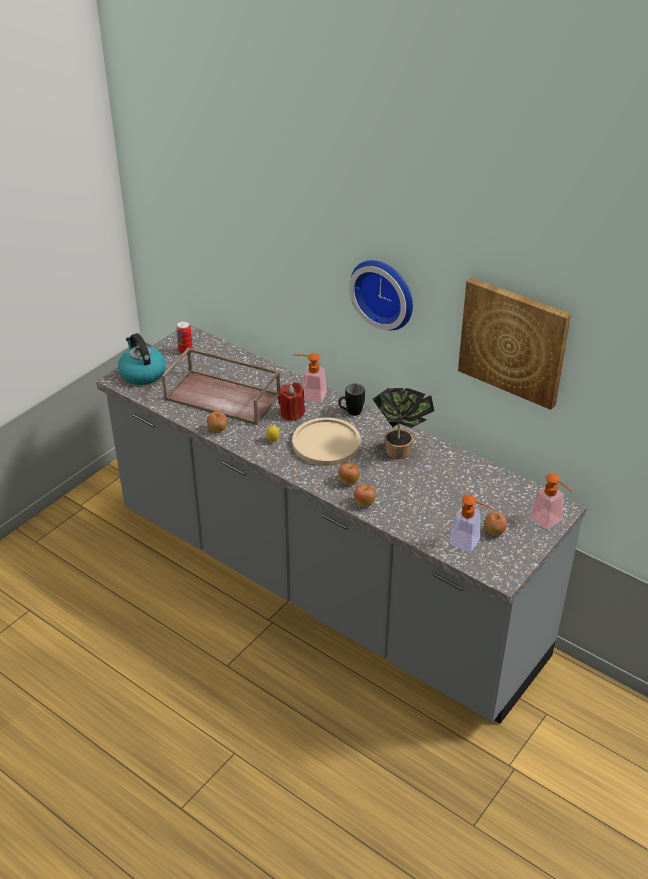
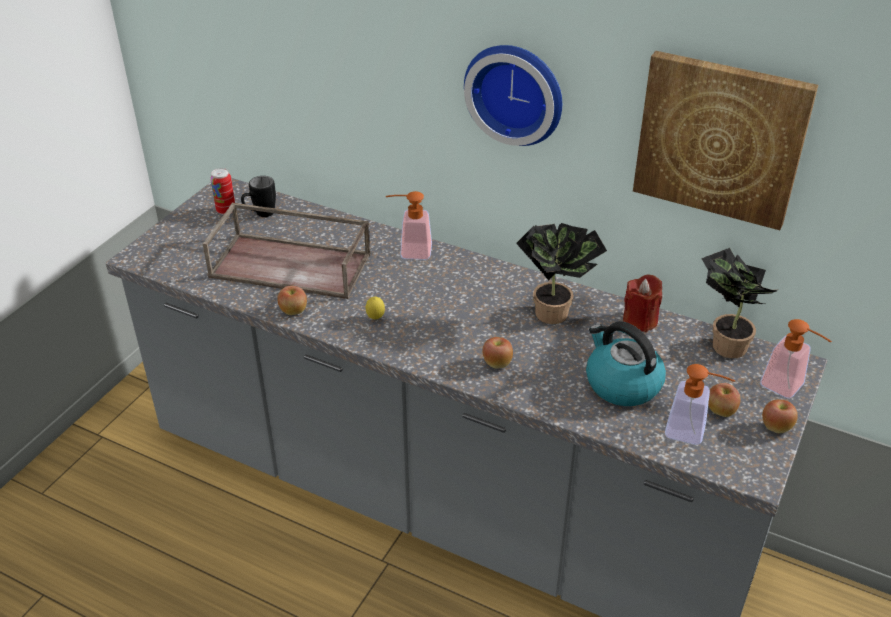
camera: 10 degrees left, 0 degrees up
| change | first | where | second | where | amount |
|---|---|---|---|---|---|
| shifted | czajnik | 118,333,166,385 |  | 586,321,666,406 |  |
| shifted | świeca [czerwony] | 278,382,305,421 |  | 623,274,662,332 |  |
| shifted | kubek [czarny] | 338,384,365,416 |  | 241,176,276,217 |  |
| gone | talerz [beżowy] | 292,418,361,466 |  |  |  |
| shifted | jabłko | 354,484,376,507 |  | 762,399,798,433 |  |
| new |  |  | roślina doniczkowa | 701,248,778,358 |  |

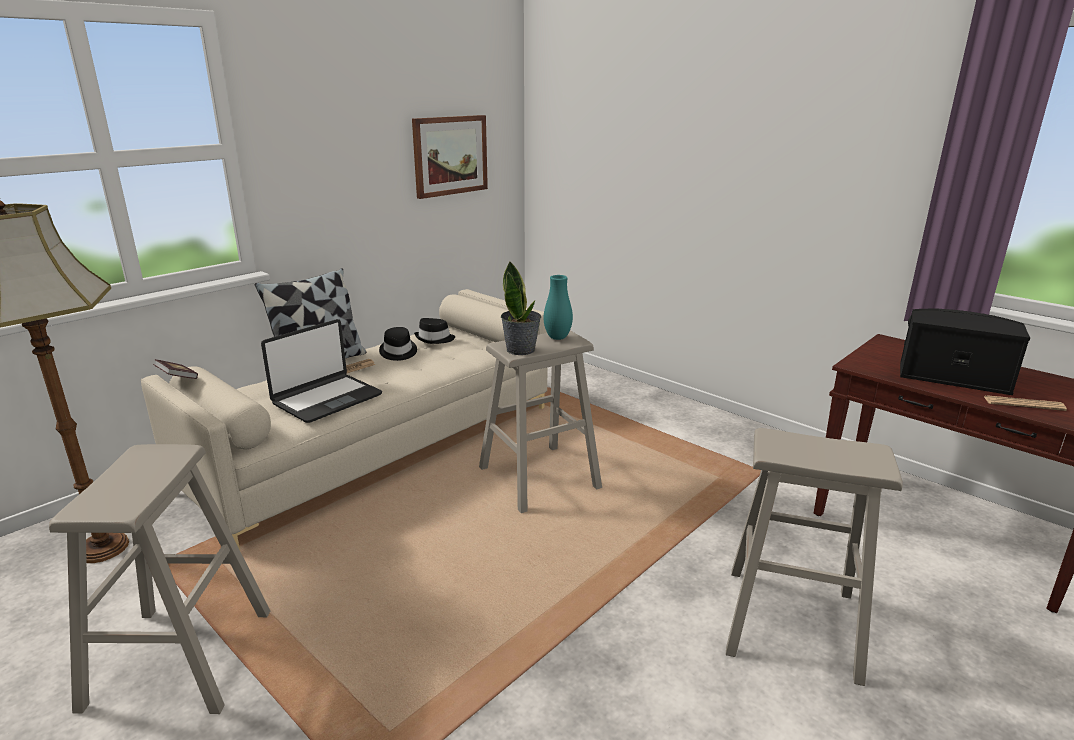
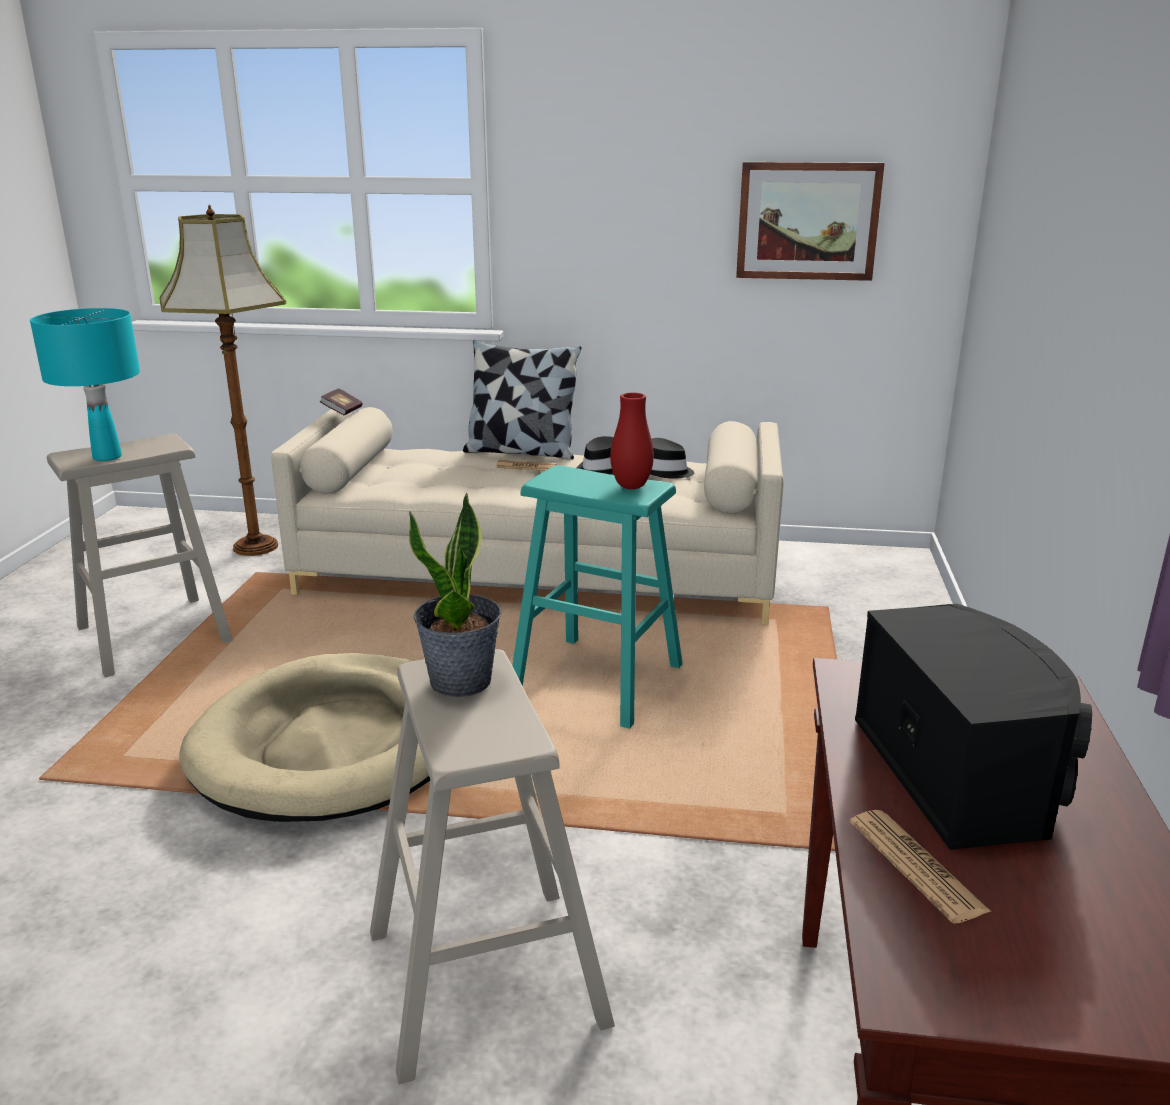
camera: 55 degrees right, 0 degrees up
| change | first | where | second | where | amount |
|---|---|---|---|---|---|
| shifted | roślina doniczkowa | 501,262,541,355 |  | 409,493,502,697 |  |
| repainted | wazon [turkusowy] | 544,275,573,340 | wazon [czerwony] | 610,393,654,489 |  |
| gone | laptop | 261,319,382,423 |  |  |  |
| repainted | stołek [beżowy] | 479,331,602,513 | stołek [turkusowy] | 512,465,683,729 |  |
| new |  |  | lampa stołowa [turkusowy] | 30,308,140,461 |  |
| new |  |  | legowisko [beżowy] | 179,653,430,822 |  |

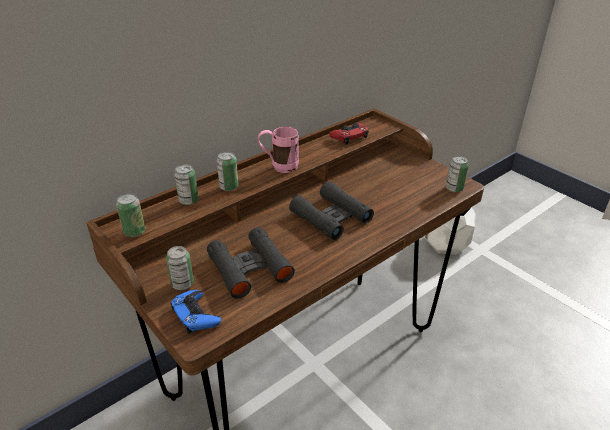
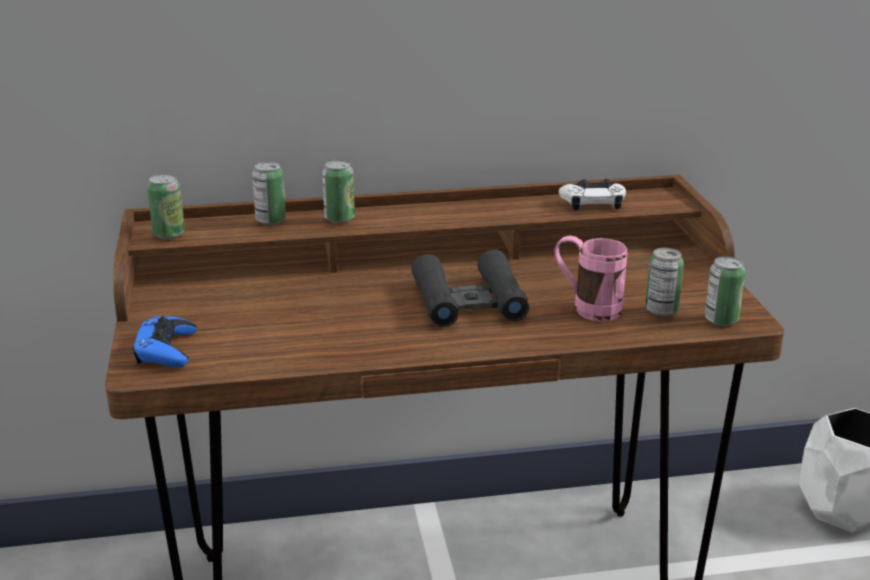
camera: 30 degrees right, 10 degrees down
| change | first | where | second | where | amount |
|---|---|---|---|---|---|
| repainted | pad do gier [czerwony] | 329,122,368,144 | pad do gier [biały] | 559,179,626,210 |  |
| shifted | kubek [różowy] | 258,127,299,173 |  | 554,236,627,322 |  |
| gone | lornetka [czarny] | 207,227,295,299 |  |  |  |
| shifted | puszka | 166,246,194,290 |  | 645,248,684,316 |  |

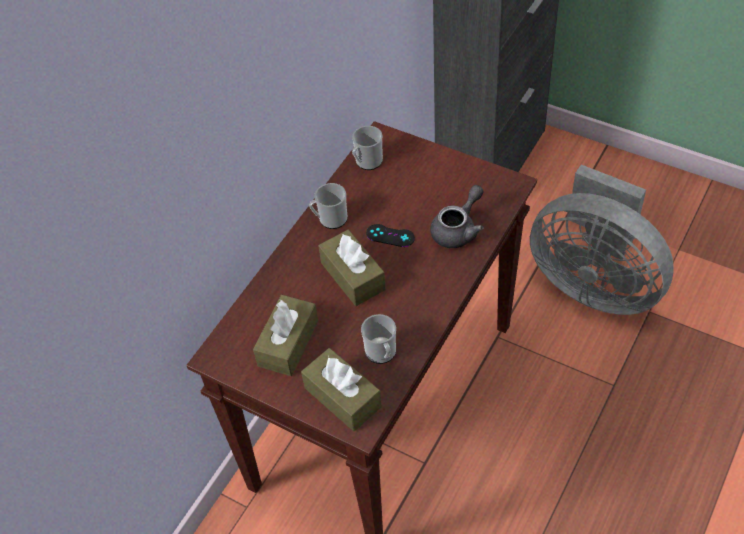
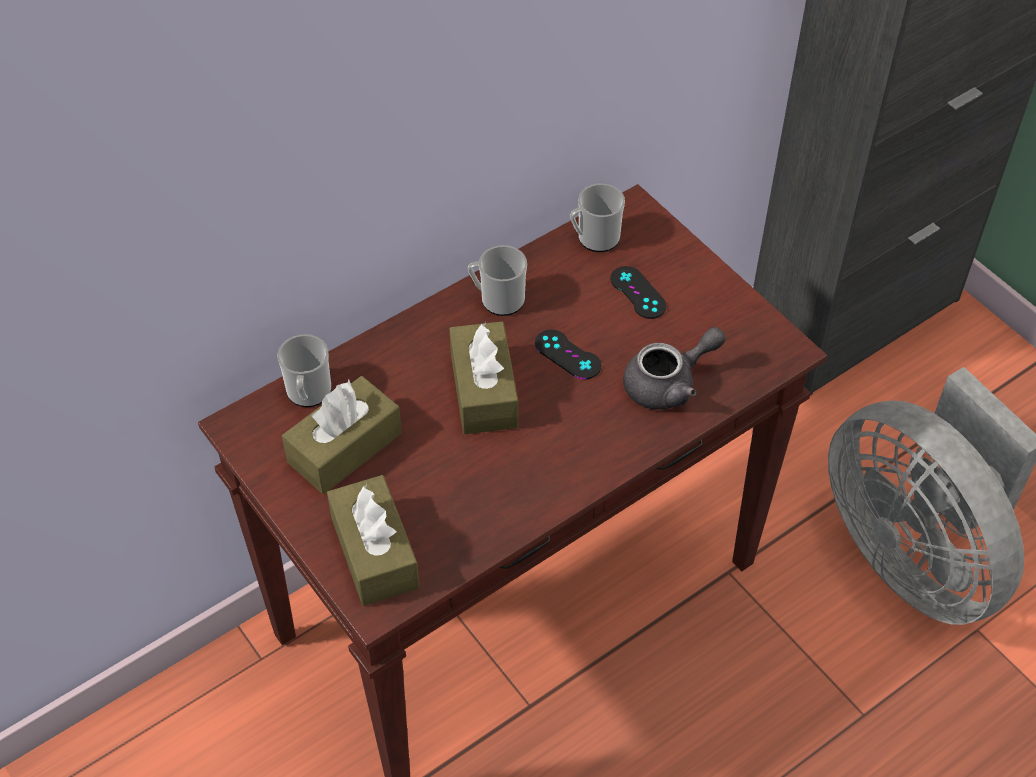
camera: 20 degrees right, 0 degrees up
| change | first | where | second | where | amount |
|---|---|---|---|---|---|
| shifted | kubek | 361,314,396,364 |  | 277,334,332,407 |  |
| new |  |  | pad do gier [czarny] | 610,266,667,319 |  |

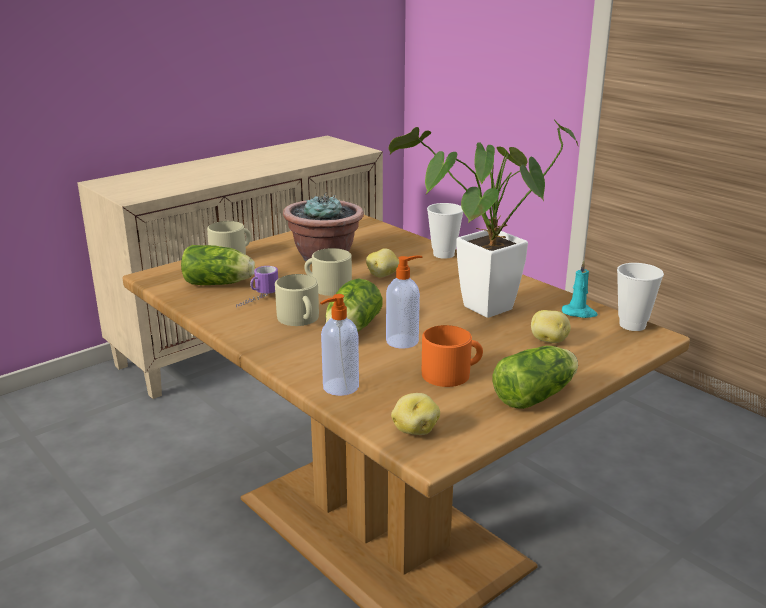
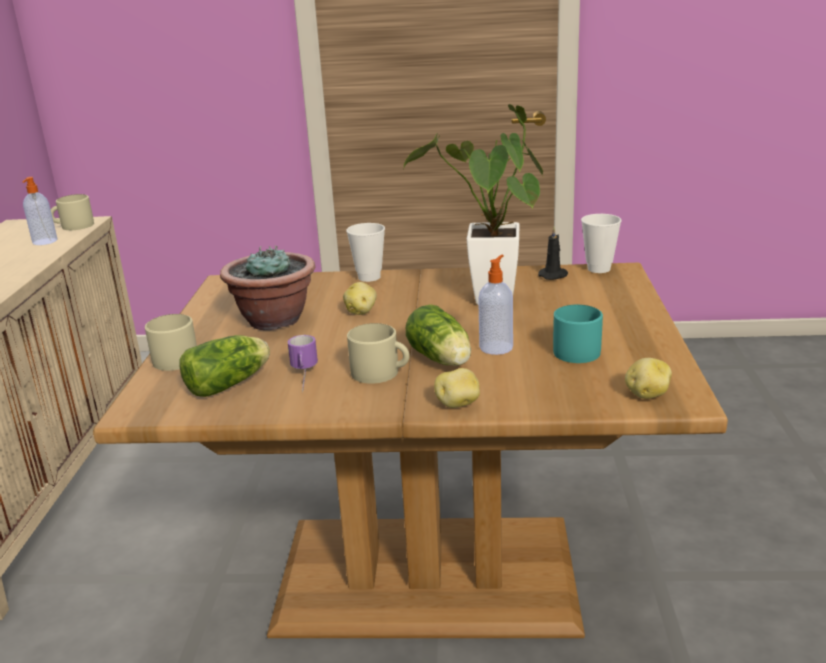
camera: 45 degrees left, 0 degrees up
| change | first | where | second | where | amount |
|---|---|---|---|---|---|
| shifted | kubek [beżowy] | 304,248,352,296 |  | 51,194,94,230 |  |
| repainted | świeca [turkusowy] | 562,260,598,318 | świeca [czarny] | 538,226,568,280 |  |
| shifted | dozownik mydła | 320,294,359,396 |  | 22,177,57,245 |  |
| shifted | ziemniak | 531,310,571,343 |  | 434,368,480,408 |  |
| repainted | kubek [pomarańczowy] | 422,325,483,387 | kubek [turkusowy] | 553,305,603,363 |  |
| gone | sałata | 493,346,578,409 |  |  |  |

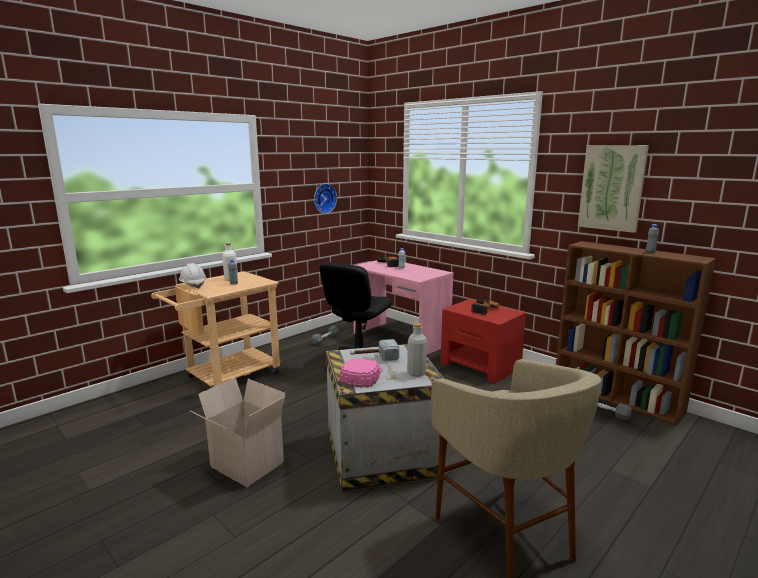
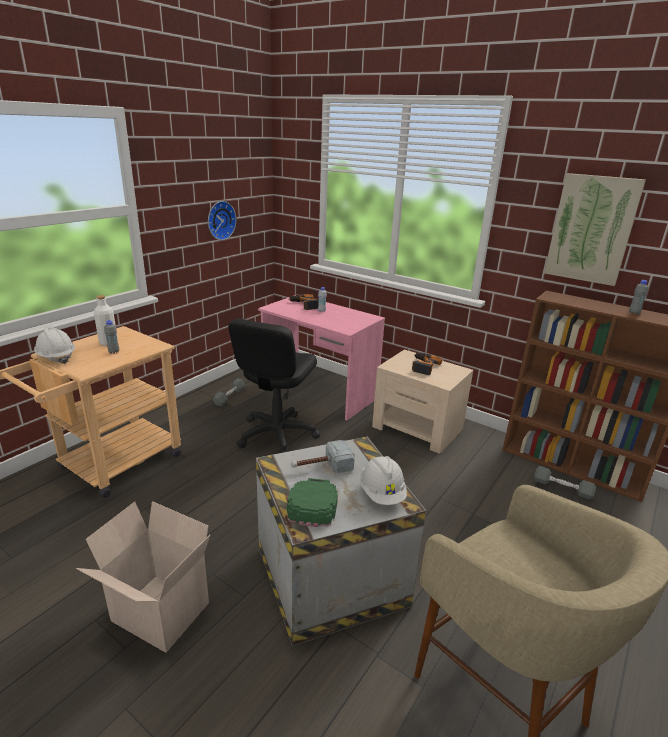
camera: 10 degrees left, 10 degrees up
| change | first | where | second | where | amount |
|---|---|---|---|---|---|
| repainted | szafka nocna [czerwony] | 440,299,526,383 | szafka nocna [beżowy] | 372,349,473,454 |  |
| swapped | butelka [szary] | 407,323,427,377 | kask [biały] | 360,456,407,505 |  |
| repainted | czapka z daszkiem [różowy] | 340,358,382,387 | czapka z daszkiem [zielony] | 287,478,338,527 |  |

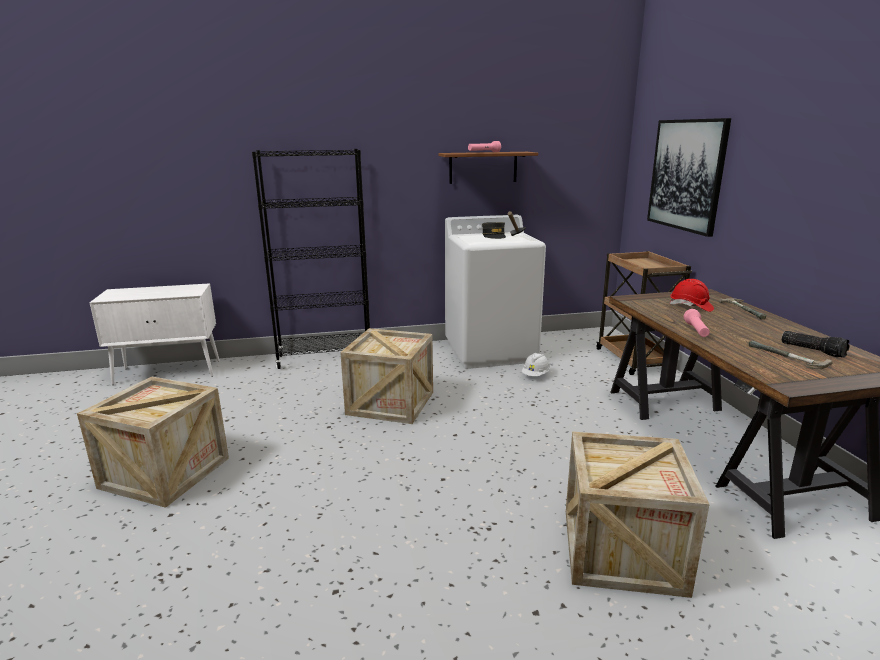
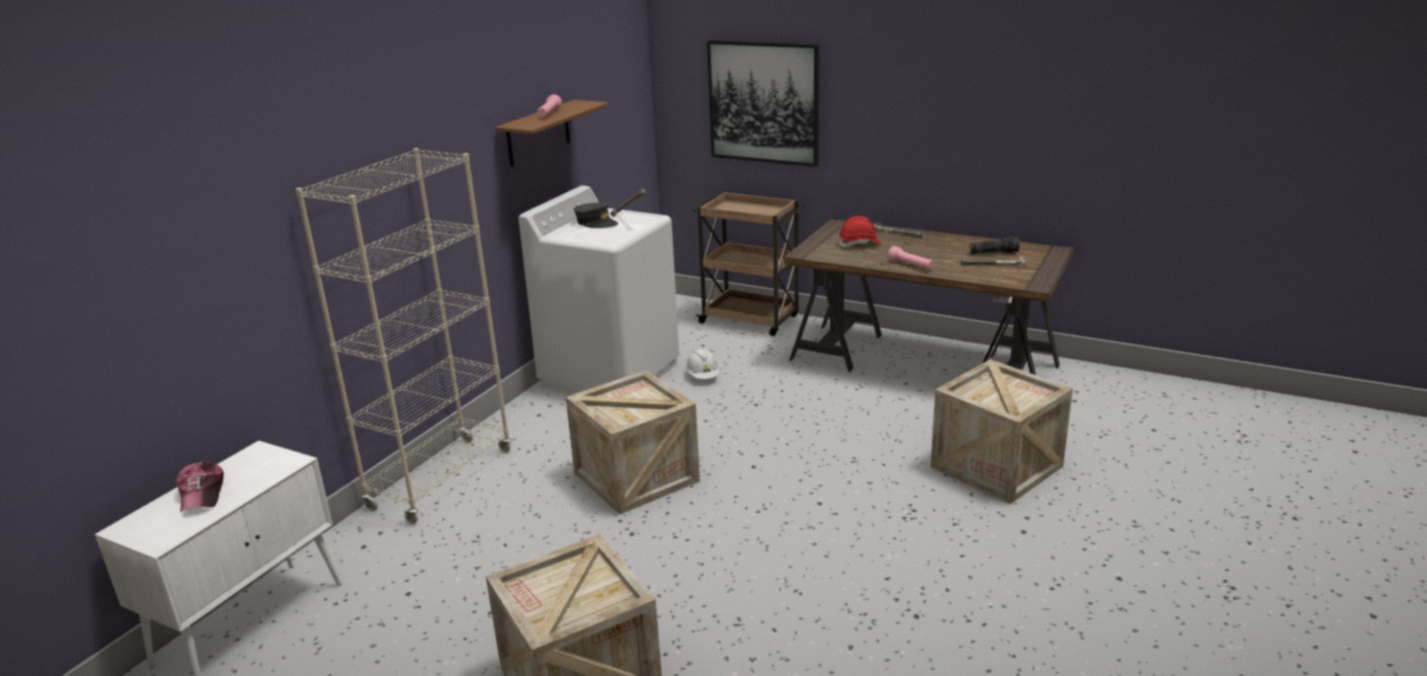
camera: 50 degrees left, 5 degrees up
| change | first | where | second | where | amount |
|---|---|---|---|---|---|
| repainted | regał [czarny] | 252,149,370,369 | regał [beżowy] | 296,148,511,524 |  |
| new |  |  | czapka z daszkiem | 177,461,224,512 |  |

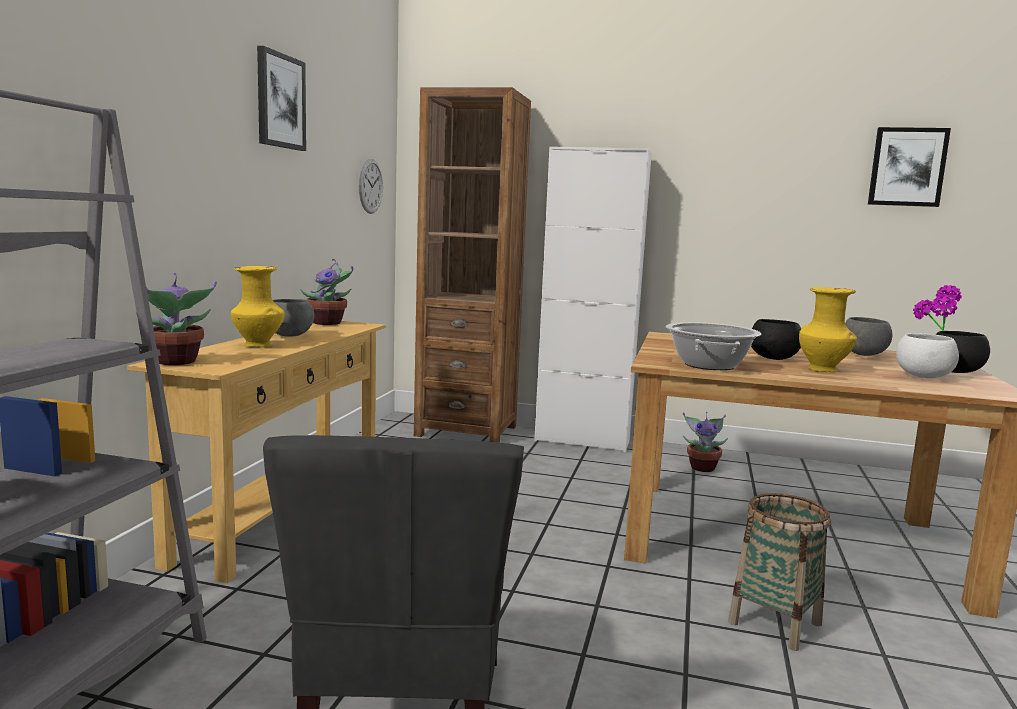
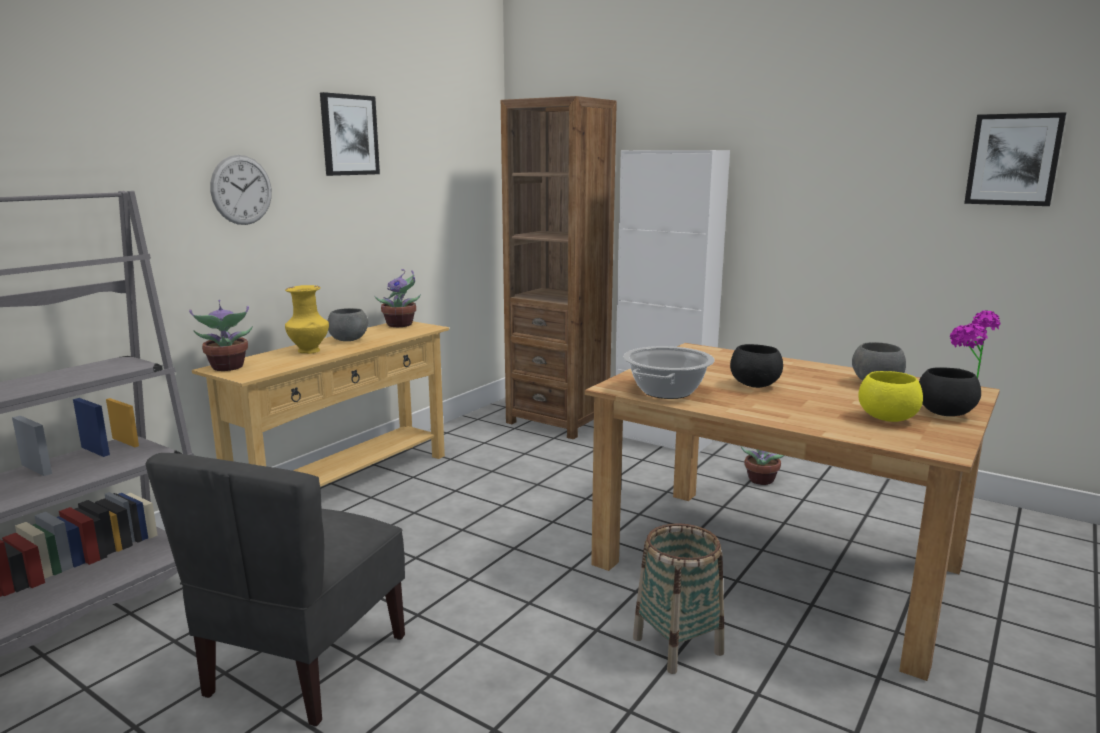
camera: 20 degrees right, 5 degrees up
| change | first | where | second | where | amount |
|---|---|---|---|---|---|
| shifted | zegar ścienny | 358,159,383,214 |  | 210,155,272,225 |  |
| gone | wazon [żółty] | 799,287,857,373 |  |  |  |
| repainted | miska [biały] | 896,333,959,378 | miska [żółty] | 858,371,923,422 |  |

